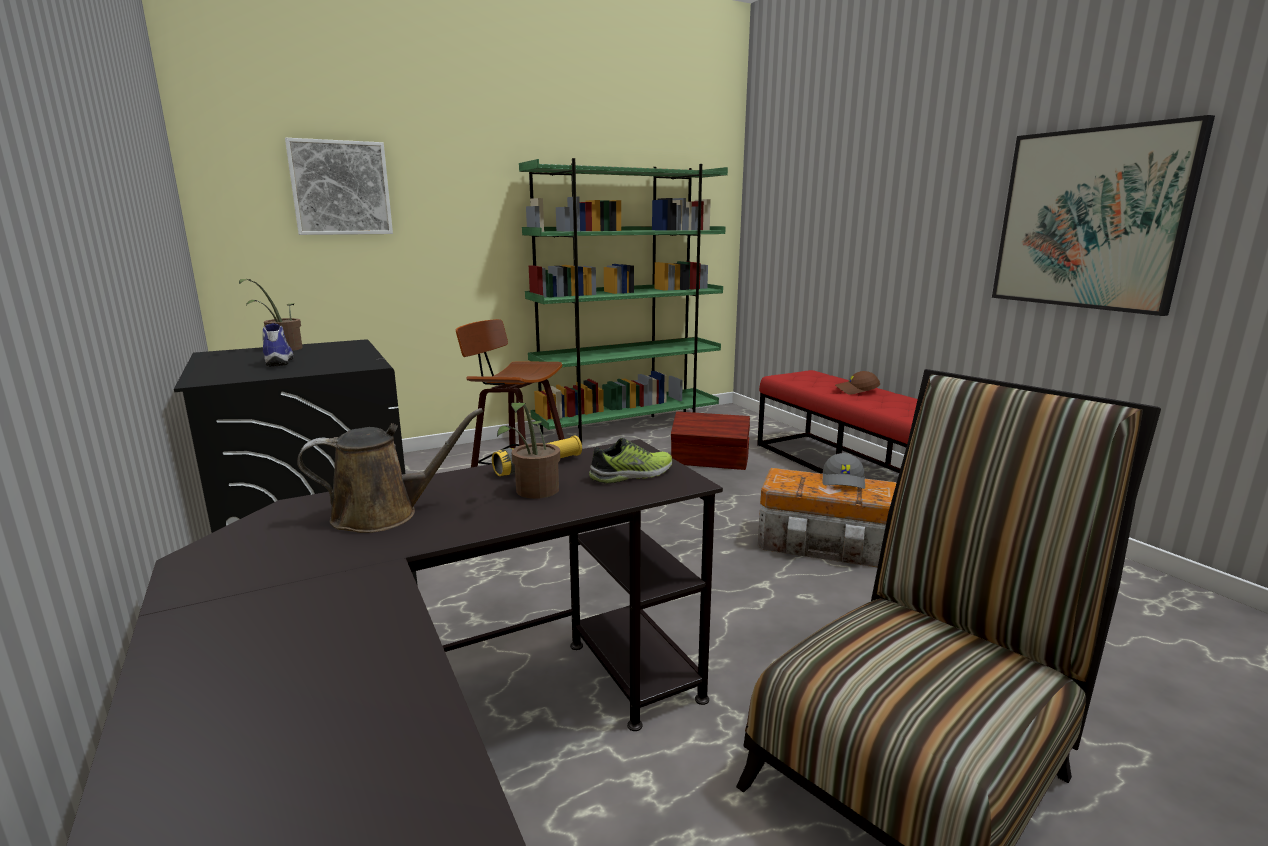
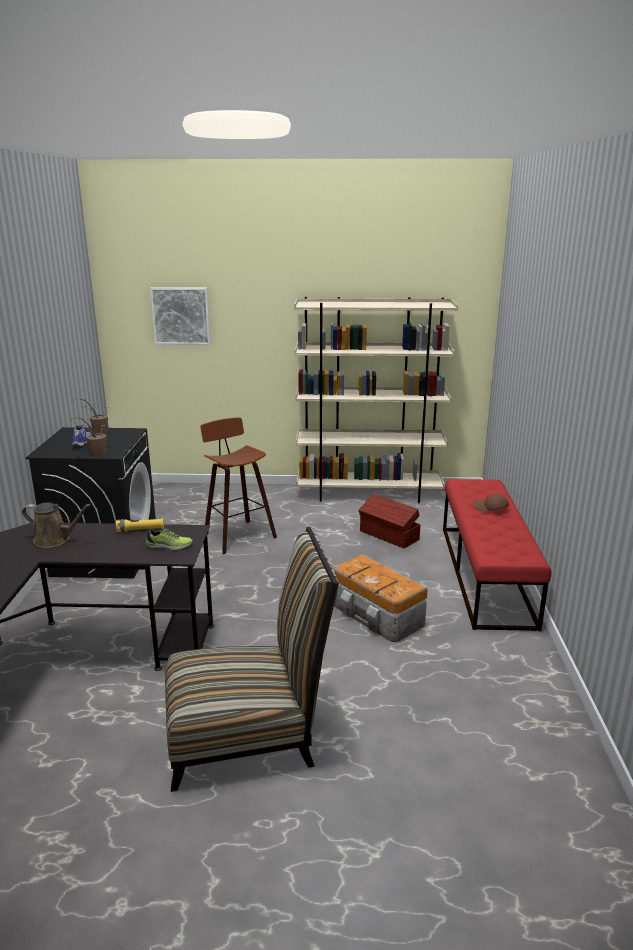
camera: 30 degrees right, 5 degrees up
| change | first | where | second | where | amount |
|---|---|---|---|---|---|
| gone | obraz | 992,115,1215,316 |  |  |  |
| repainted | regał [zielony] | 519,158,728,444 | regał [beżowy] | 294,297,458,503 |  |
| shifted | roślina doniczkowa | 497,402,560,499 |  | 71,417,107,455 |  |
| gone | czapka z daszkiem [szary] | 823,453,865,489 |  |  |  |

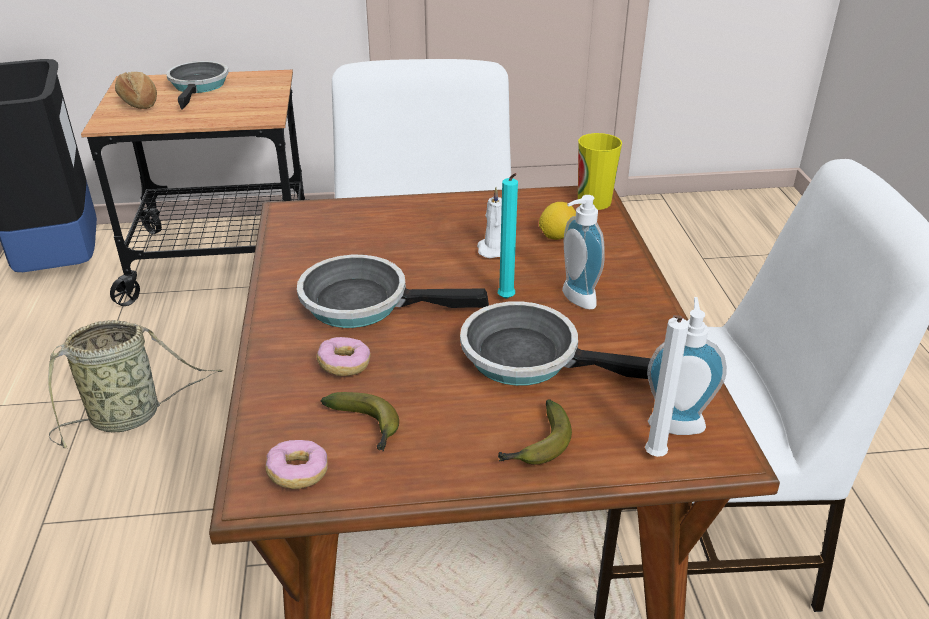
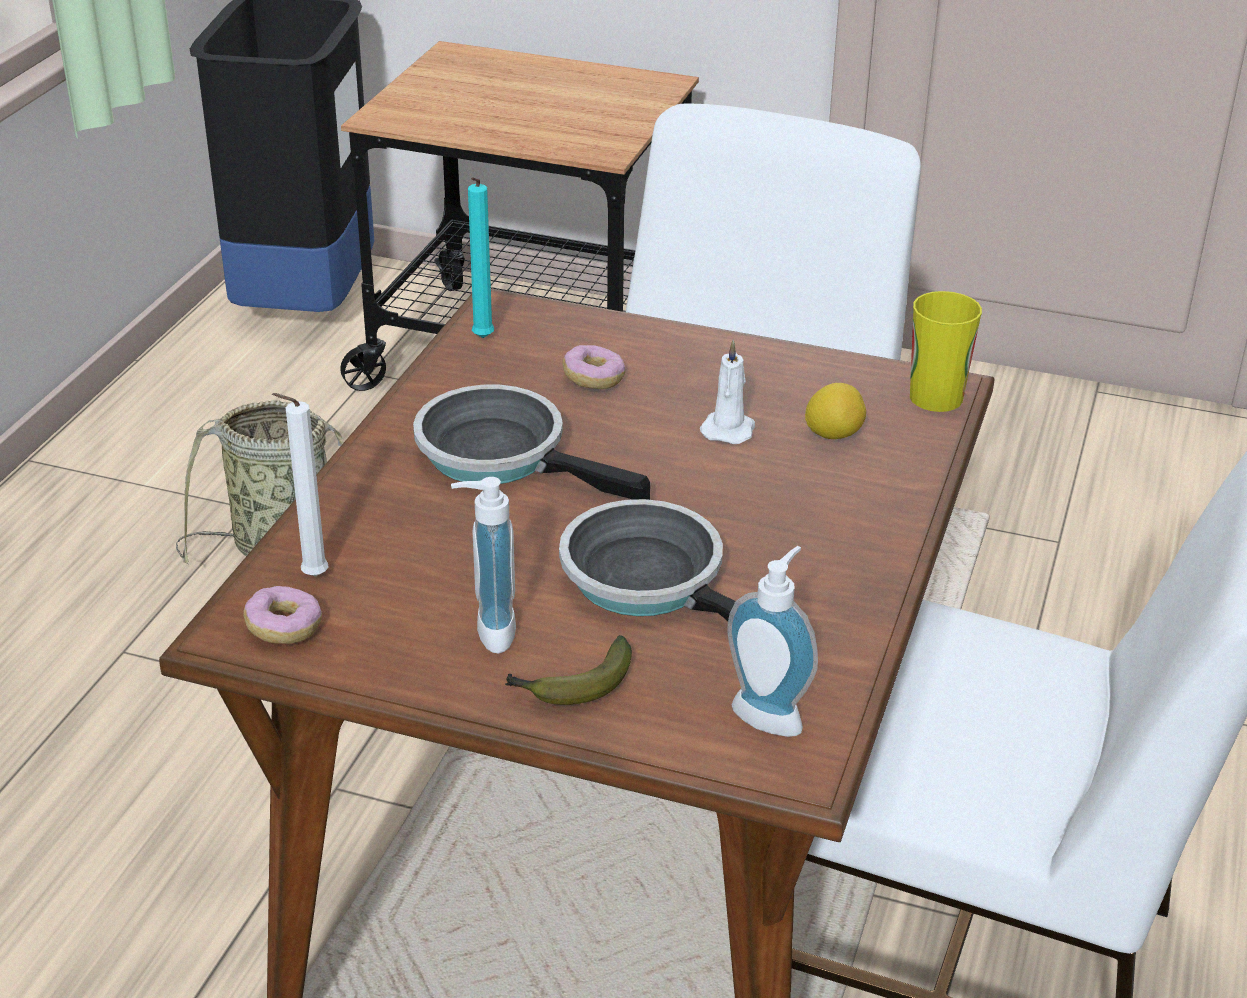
camera: 25 degrees right, 0 degrees up
| change | first | where | second | where | amount |
|---|---|---|---|---|---|
| gone | patelnia | 166,61,229,110 |  |  |  |
| gone | chleb | 115,72,157,109 |  |  |  |
| shifted | świeca [turkusowy] | 498,173,518,299 |  | 468,177,494,338 |  |
| shifted | dozownik mydła | 562,195,605,309 |  | 451,477,516,654 |  |
| shifted | świeca [biały] | 645,315,689,457 |  | 272,393,328,576 |  |
| shifted | donut | 317,337,371,376 |  | 563,345,625,389 |  |
| gone | banan | 321,392,399,451 |  |  |  |

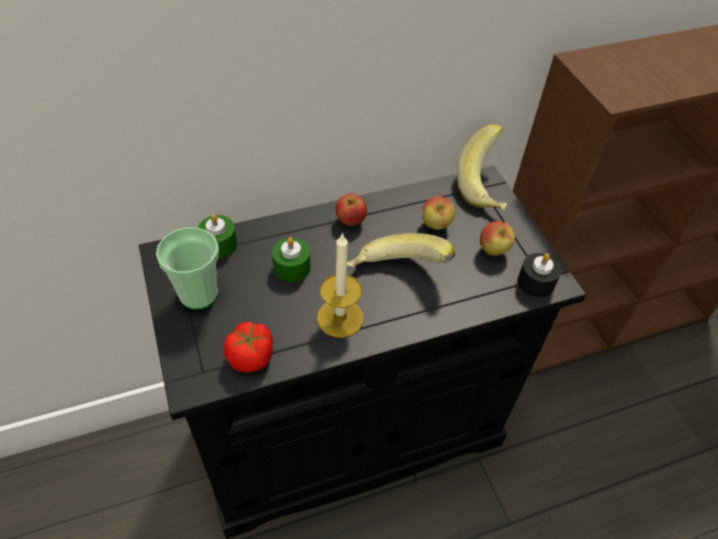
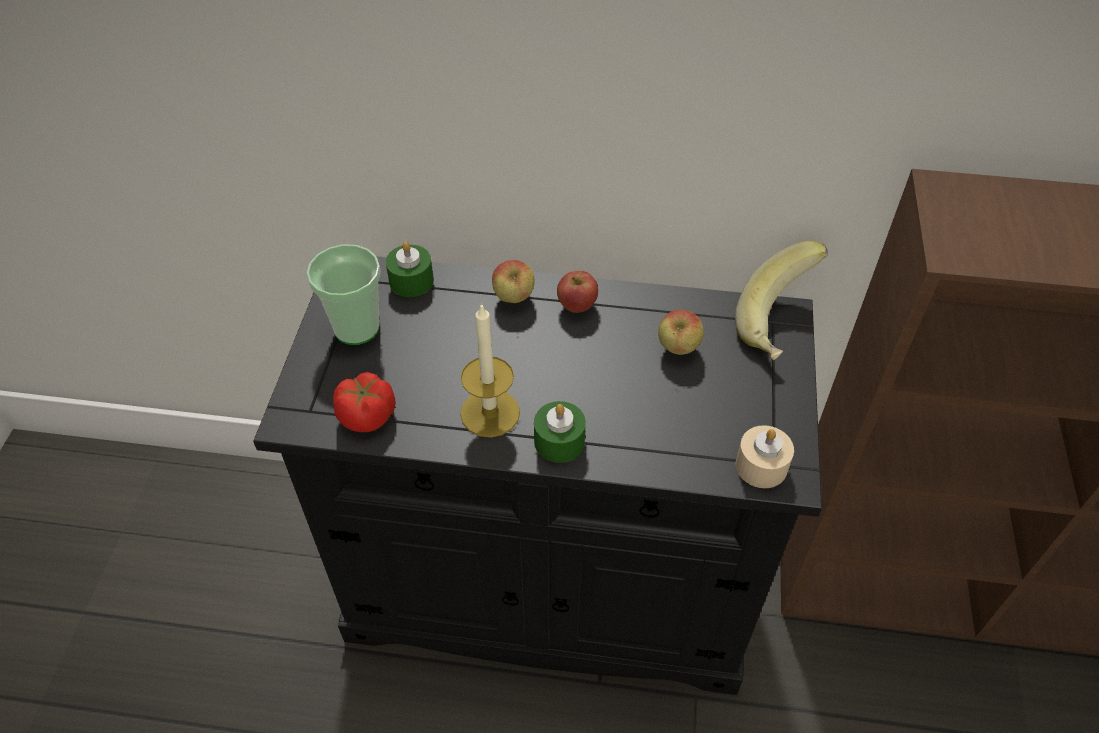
camera: 30 degrees right, 0 degrees up
| change | first | where | second | where | amount |
|---|---|---|---|---|---|
| shifted | jabłko | 480,221,515,256 |  | 492,260,535,303 |  |
| gone | banan | 347,233,455,268 |  |  |  |
| shifted | świeca [zielony] | 272,237,311,282 |  | 534,401,586,463 |  |
| repainted | świeca [czarny] | 518,253,561,297 | świeca [beżowy] | 736,425,794,488 |  |

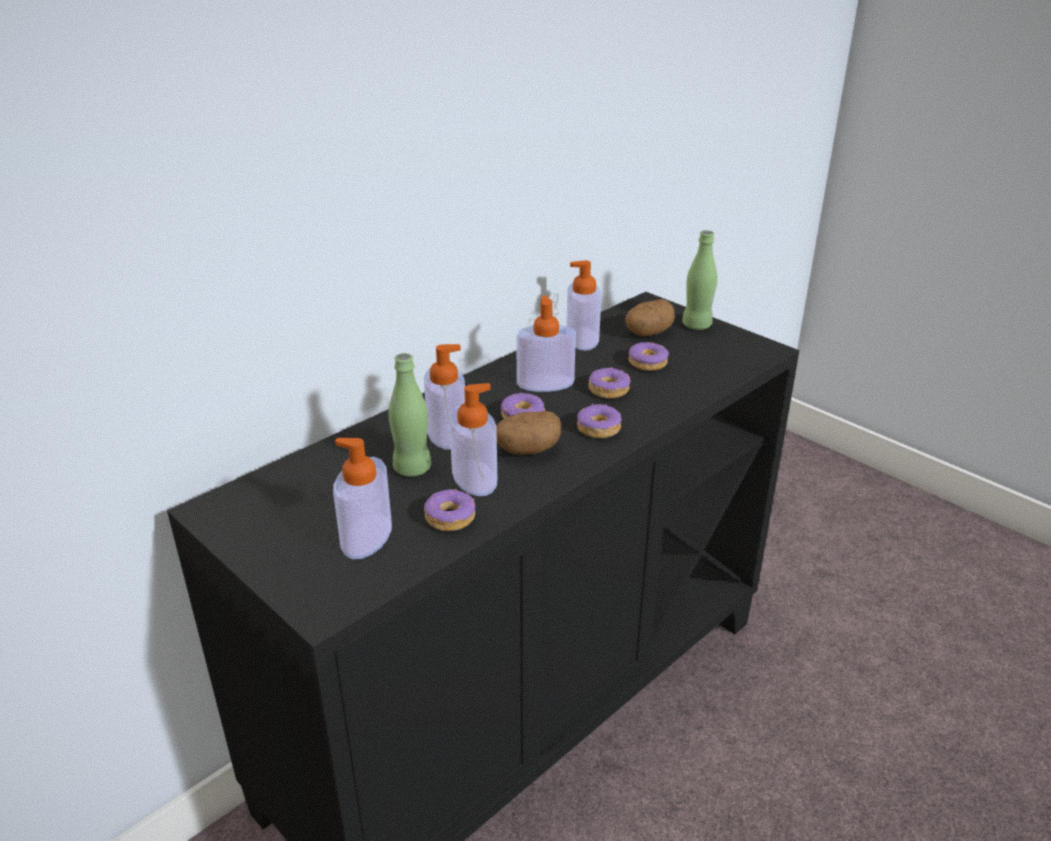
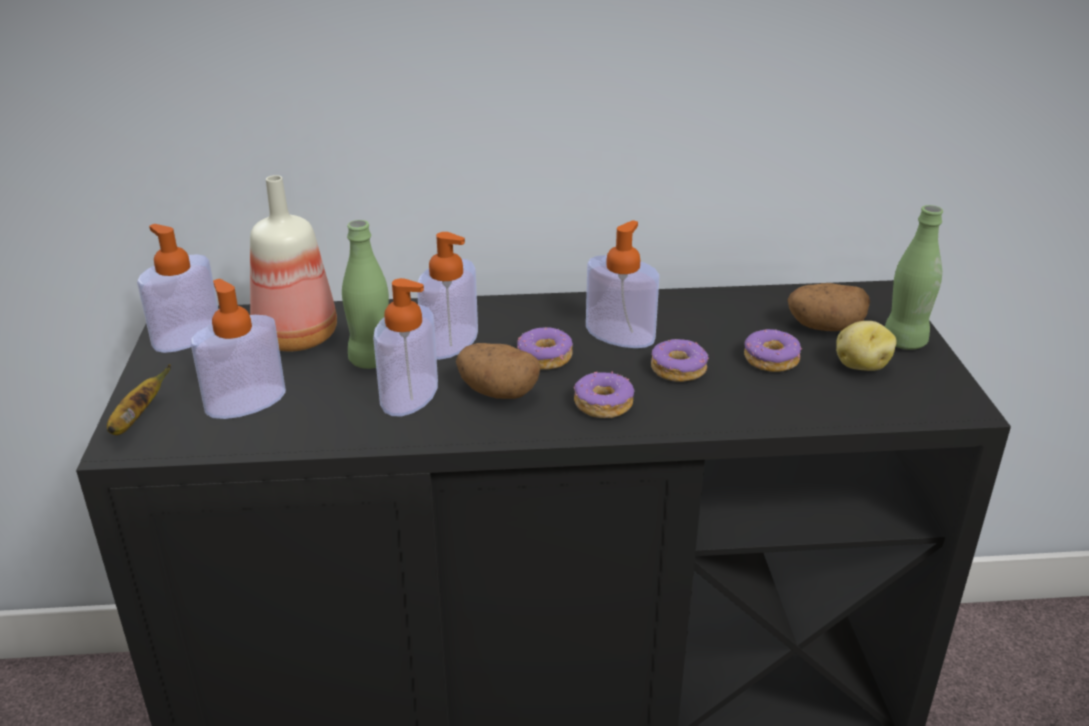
camera: 40 degrees right, 0 degrees up
| change | first | where | second | where | amount |
|---|---|---|---|---|---|
| shifted | dozownik mydła | 566,260,601,351 |  | 137,224,218,353 |  |
| gone | donut | 424,489,475,531 |  |  |  |
| new |  |  | butelka | 250,175,337,351 |  |
| new |  |  | ziemniak | 836,321,897,371 |  |
| new |  |  | banan | 107,364,171,435 |  |

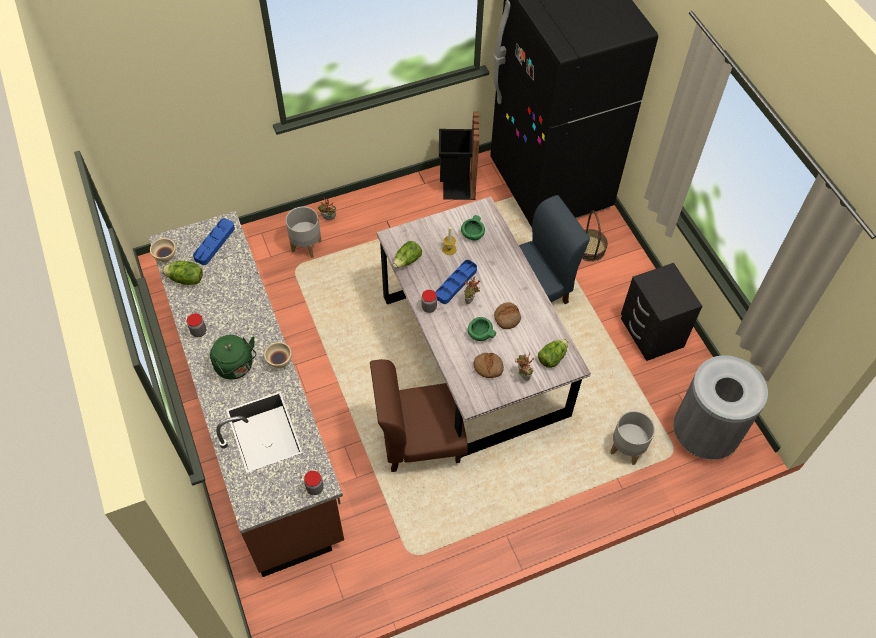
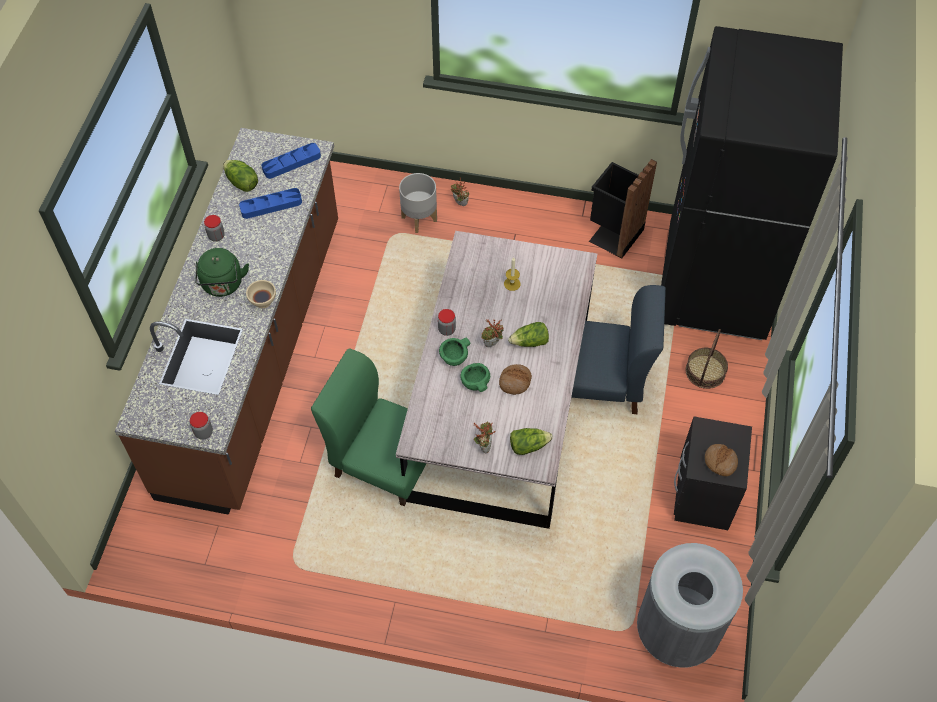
camera: 35 degrees right, 0 degrees up
| change | first | where | second | where | amount |
|---|---|---|---|---|---|
| shifted | miska [zielony] | 461,215,485,240 |  | 439,338,470,366 |  |
| gone | miska [beżowy] | 150,238,176,263 |  |  |  |
| shifted | sałata | 393,241,422,268 |  | 508,322,549,347 |  |
| shifted | taca [niebieski] | 436,260,477,304 |  | 239,188,302,219 |  |
| shifted | chleb | 473,353,504,378 |  | 705,444,738,476 |  |
| repainted | krzesło [brązowy] | 370,359,468,472 | krzesło [zielony] | 311,348,427,506 |  |
| gone | donica [szary] | 610,411,655,465 |  |  |  |

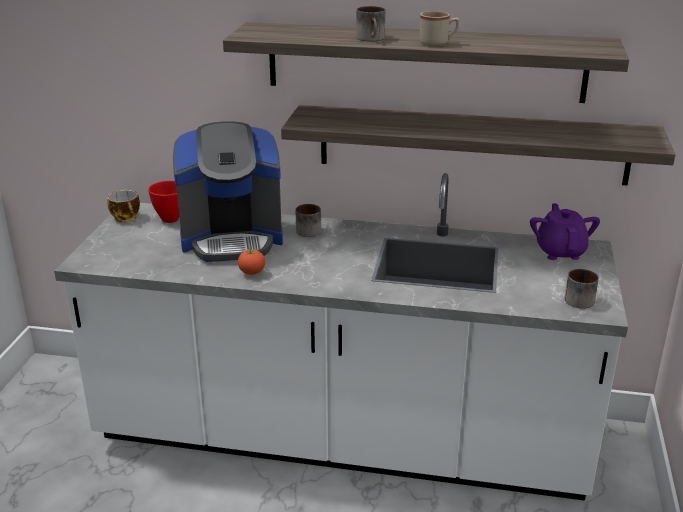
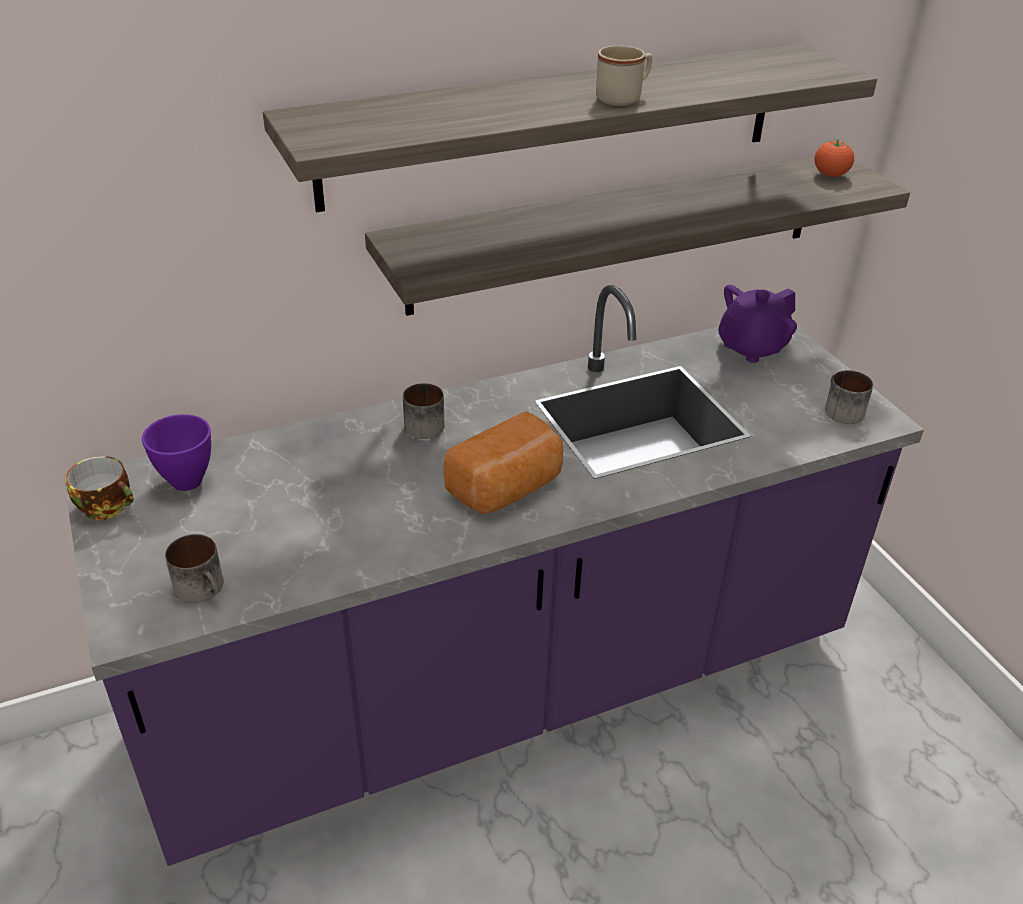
camera: 35 degrees left, 10 degrees up
| change | first | where | second | where | amount |
|---|---|---|---|---|---|
| shifted | kubek | 356,6,385,41 |  | 165,534,223,603 |  |
| gone | ekspres do kawy | 173,121,283,262 |  |  |  |
| repainted | zabudowa kuchenna [biały] | 54,173,628,501 | zabudowa kuchenna [fioletowy] | 63,285,924,866 |  |
| repainted | miska [czerwony] | 148,181,179,223 | miska [fioletowy] | 142,414,211,491 |  |
| rotated | imbryk [fioletowy] | 530,203,600,260 |  | 718,285,797,363 | 90 degrees counterclockwise |
| shifted | pomidor | 238,248,265,275 |  | 815,139,854,177 |  |
| new |  |  | chleb | 443,412,563,514 |  |

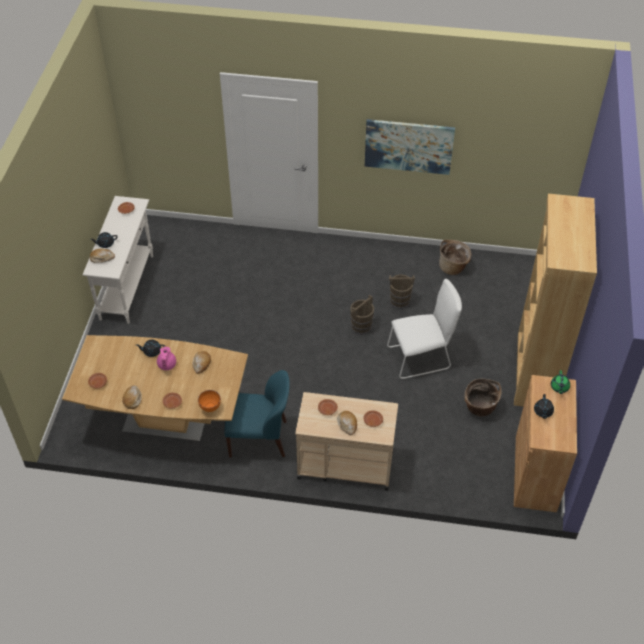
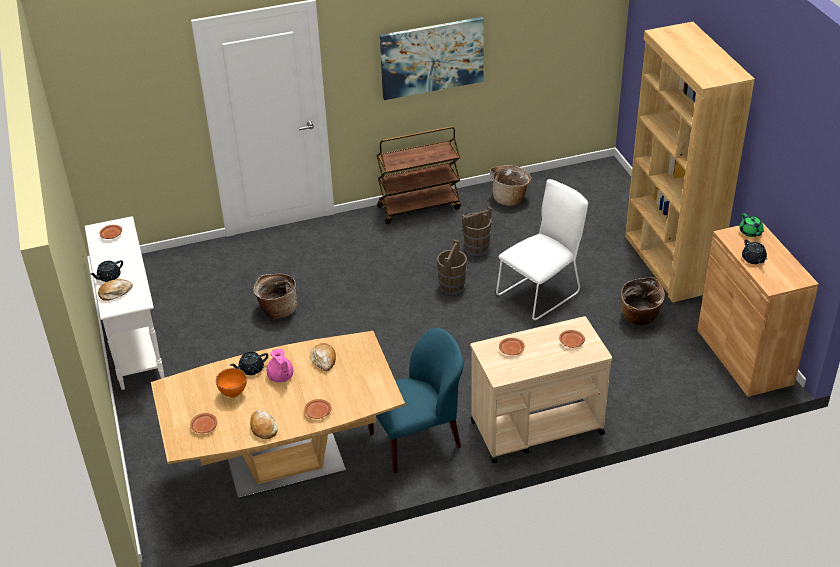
camera: 25 degrees left, 10 degrees down
| change | first | where | second | where | amount |
|---|---|---|---|---|---|
| shifted | miska [pomarańczowy] | 198,390,221,412 |  | 216,368,247,398 |  |
| gone | chleb | 337,411,357,436 |  |  |  |
| new |  |  | wózek [brązowy] | 377,126,461,224 |  |
| new |  |  | koszyk | 253,274,297,319 |  |

